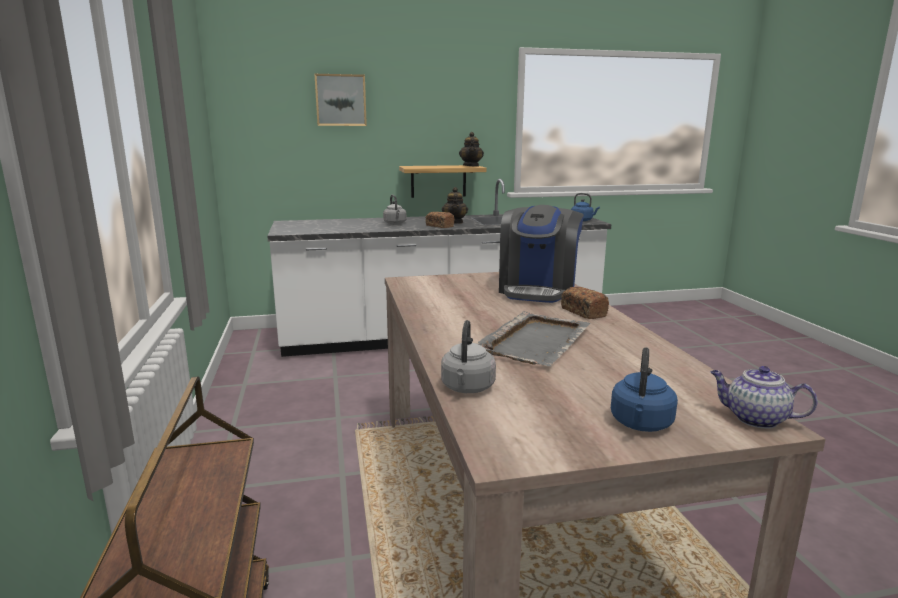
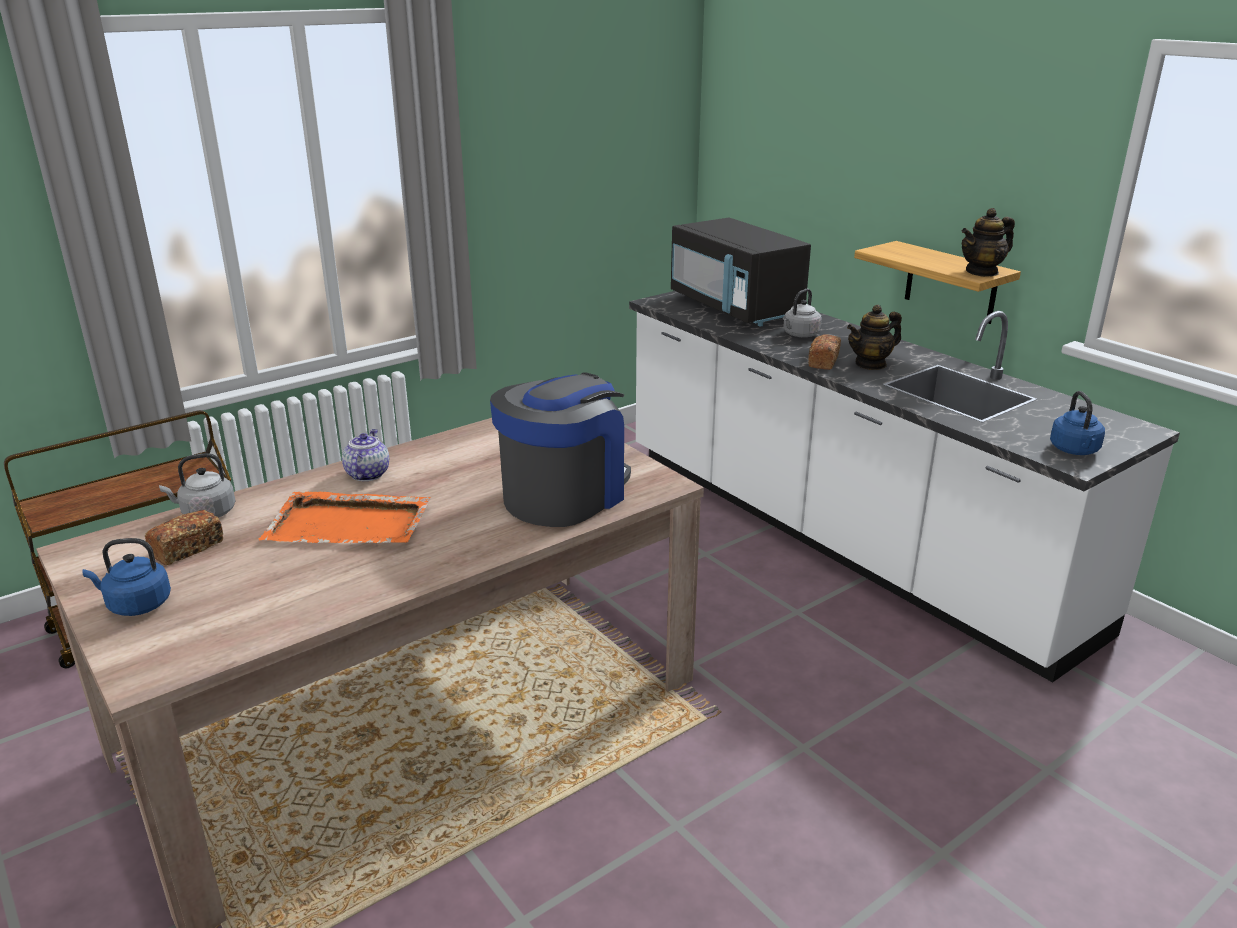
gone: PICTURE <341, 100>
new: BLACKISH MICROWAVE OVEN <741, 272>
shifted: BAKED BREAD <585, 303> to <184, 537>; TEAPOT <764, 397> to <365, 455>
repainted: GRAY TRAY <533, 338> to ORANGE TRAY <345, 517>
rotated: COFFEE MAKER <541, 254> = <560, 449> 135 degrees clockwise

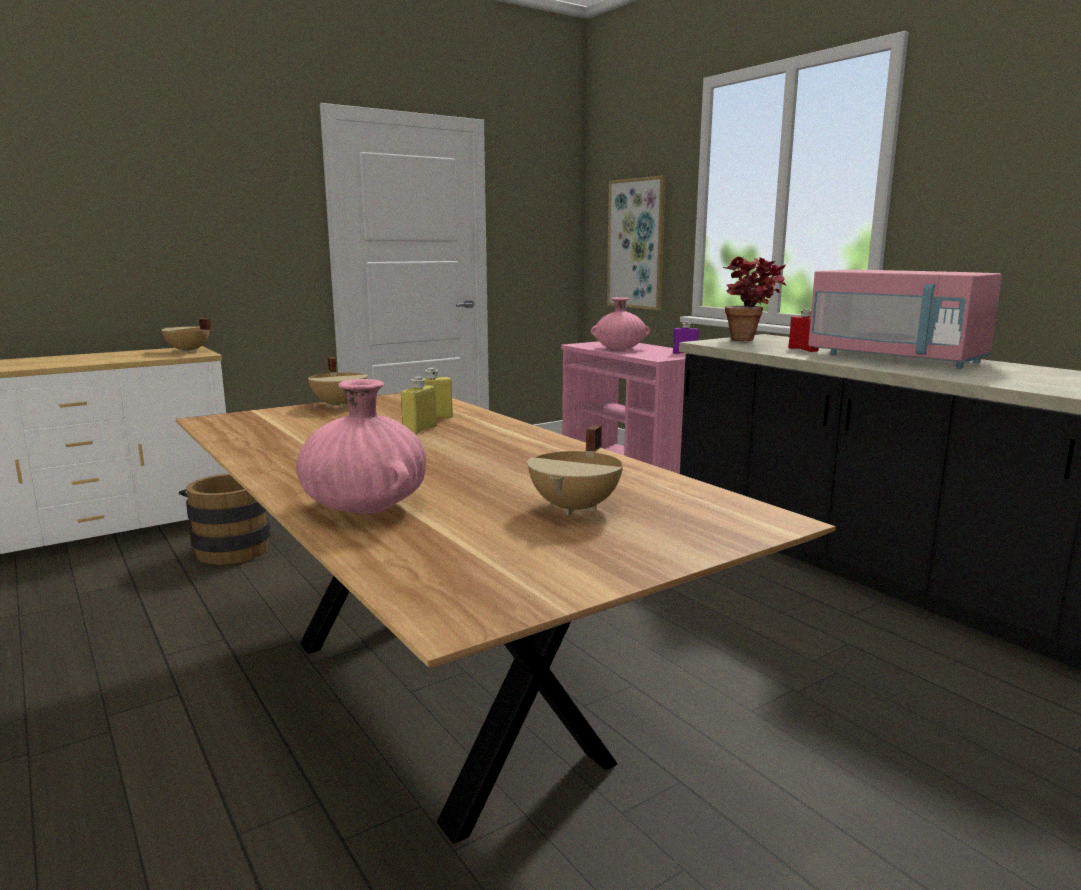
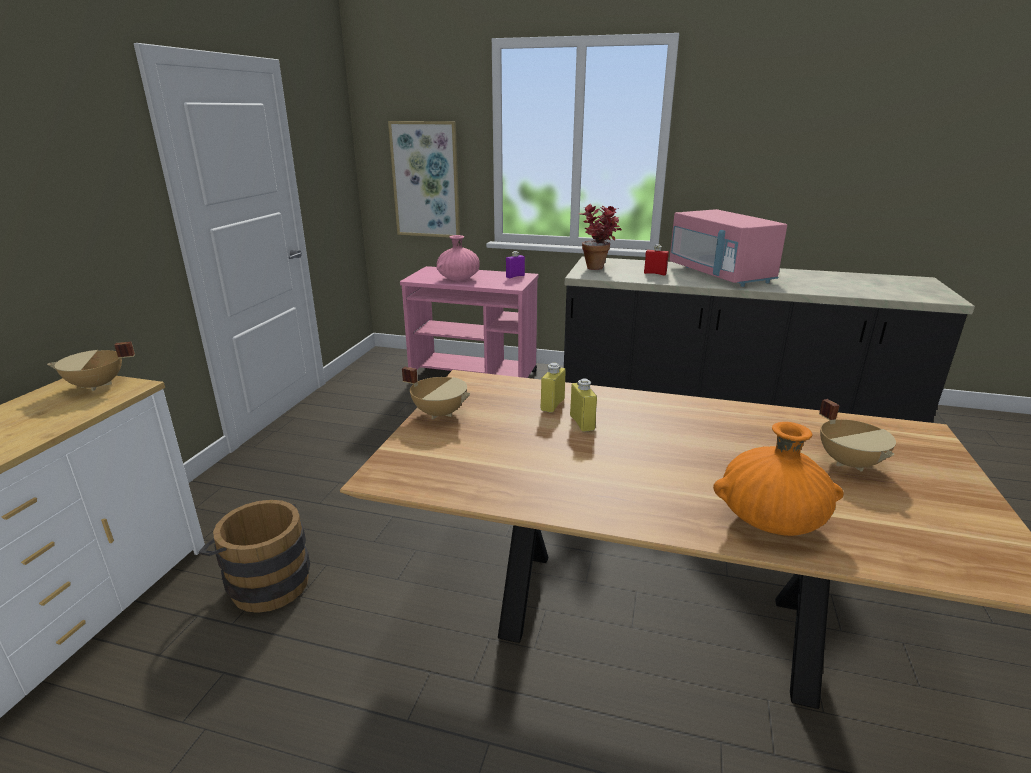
repainted: PINKISH VASE <361, 446> to ORANGE VASE <778, 479>
rotated: PINKISH MICROWAVE OVEN <905, 318> = <728, 248> 60 degrees clockwise

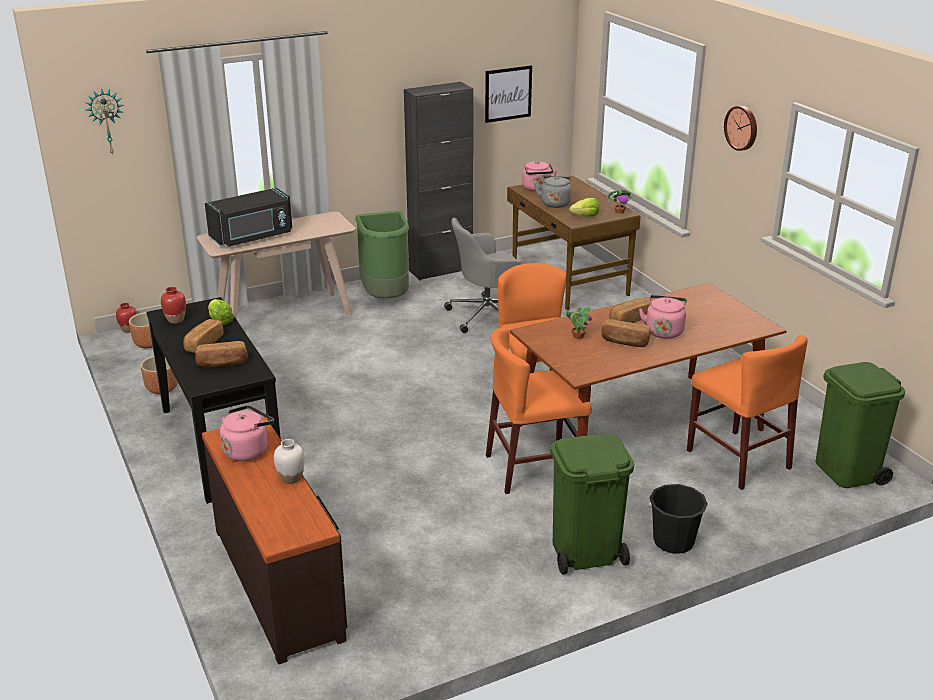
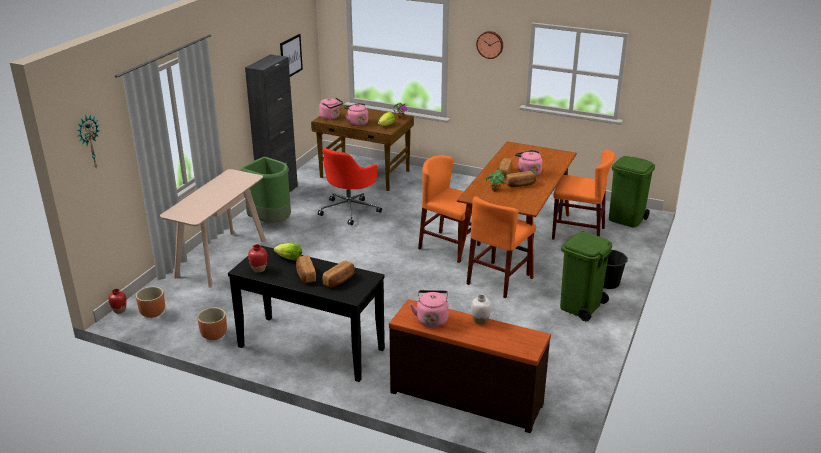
gone: BLACKISH MICROWAVE OVEN <248, 217>
repainted: GRAY DESK CHAIR <482, 275> to RED-COLOURED DESK CHAIR <350, 186>; GRAY TEA KETTLE <553, 192> to PINKISH TEA KETTLE <356, 114>

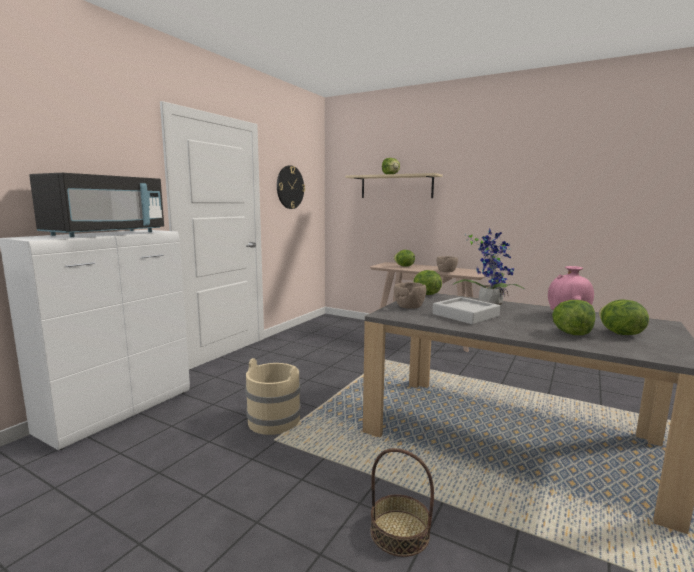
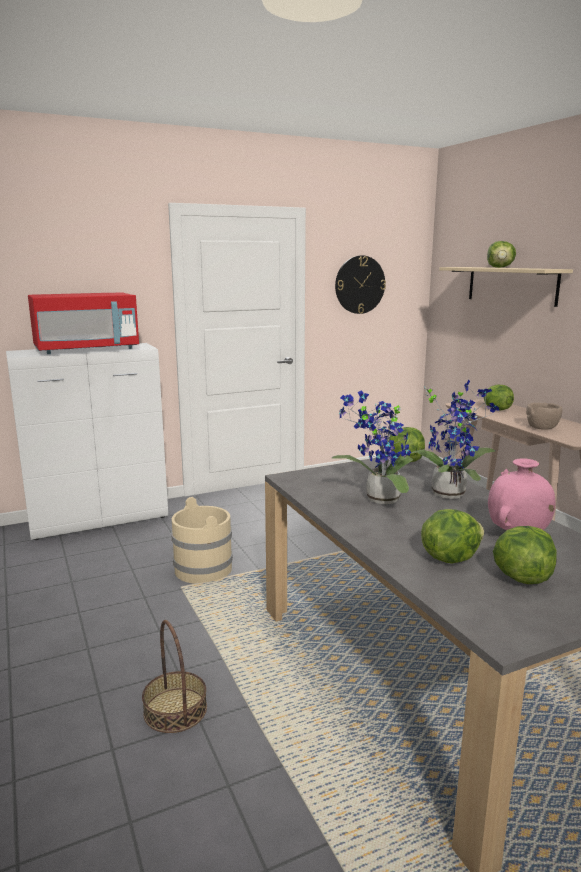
gone: BROWN-COLOURED DEEP DISH <410, 295>
swapped: GRAY TRAY <466, 310> to HOUSEPLANT <372, 447>
repainted: BLACKISH MICROWAVE OVEN <96, 205> to RED-COLOURED MICROWAVE OVEN <83, 323>

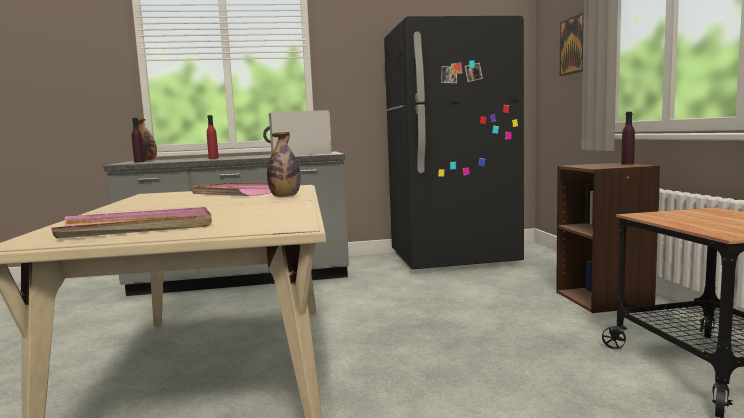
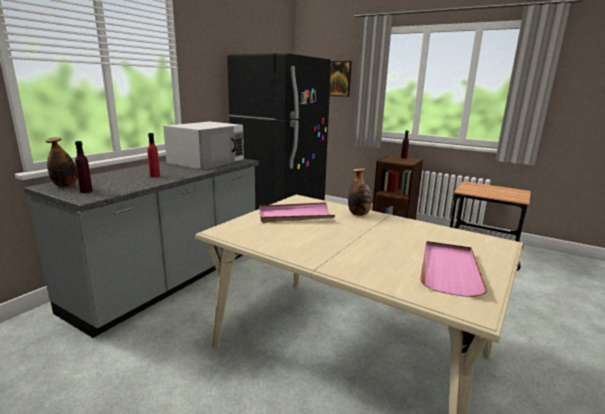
rotated: WHITISH MICROWAVE OVEN <297, 133> = <203, 146> 90 degrees counterclockwise

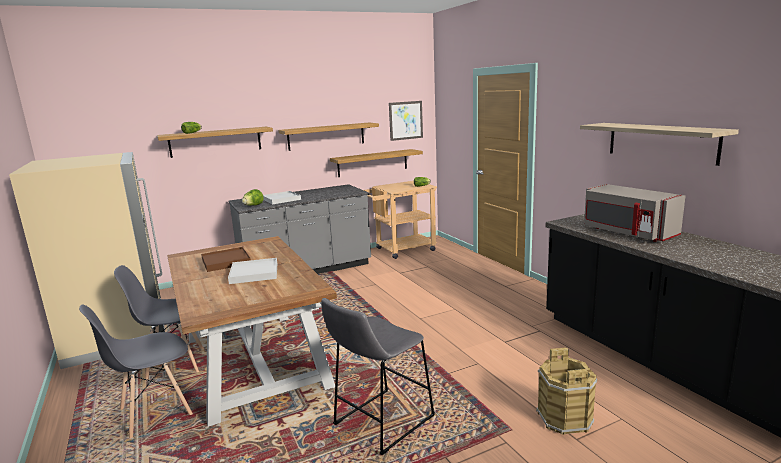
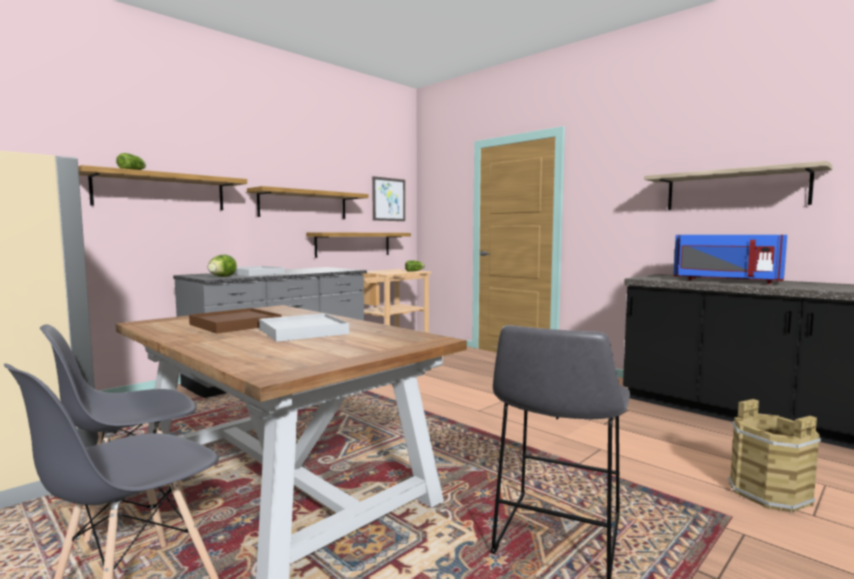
repainted: GRAY MICROWAVE OVEN <635, 213> to BLUE MICROWAVE OVEN <730, 259>

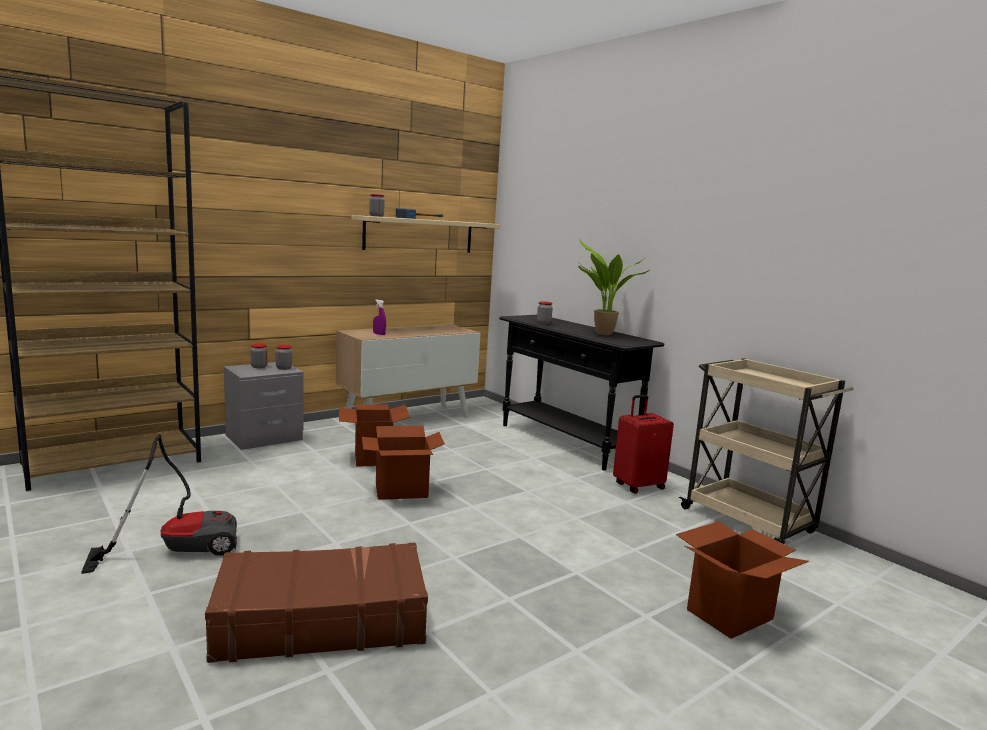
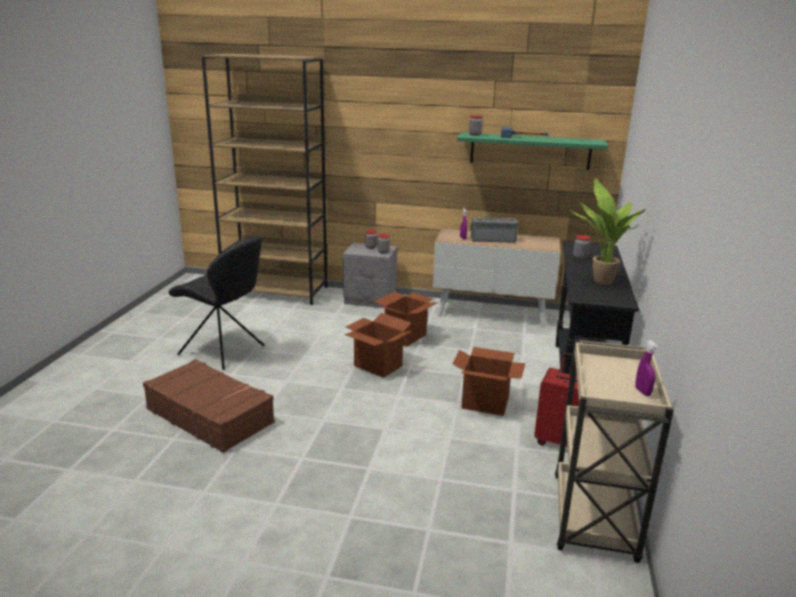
new: RADIO RECEIVER <494, 229>; PURPLE SPRAYER <647, 368>
shifted: CARTON <742, 580> to <489, 381>
swapped: VACUUM CLEANER <159, 504> to BLACKISH UPRIGHT CHAIR <216, 303>
repainted: SAND-COLOURED WALL SHELF <426, 234> to GREEN-COLOURED WALL SHELF <532, 151>

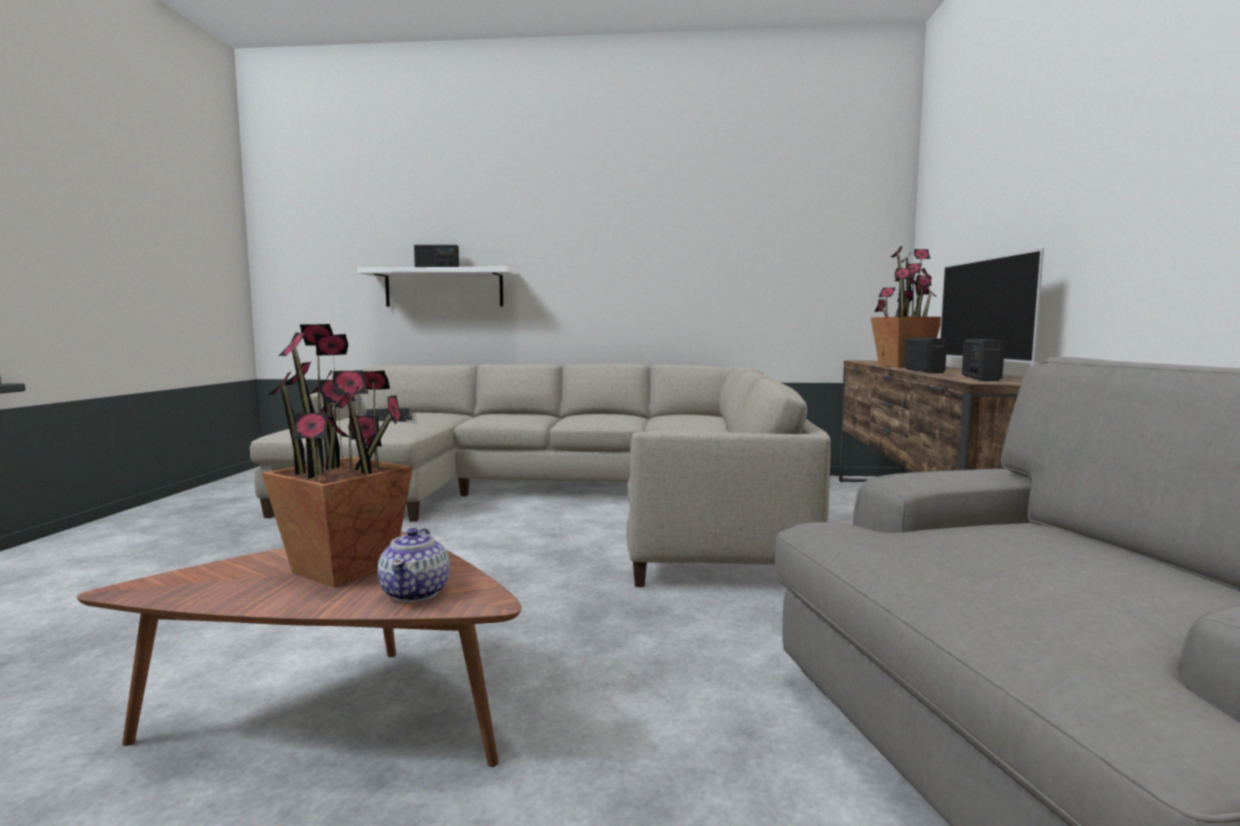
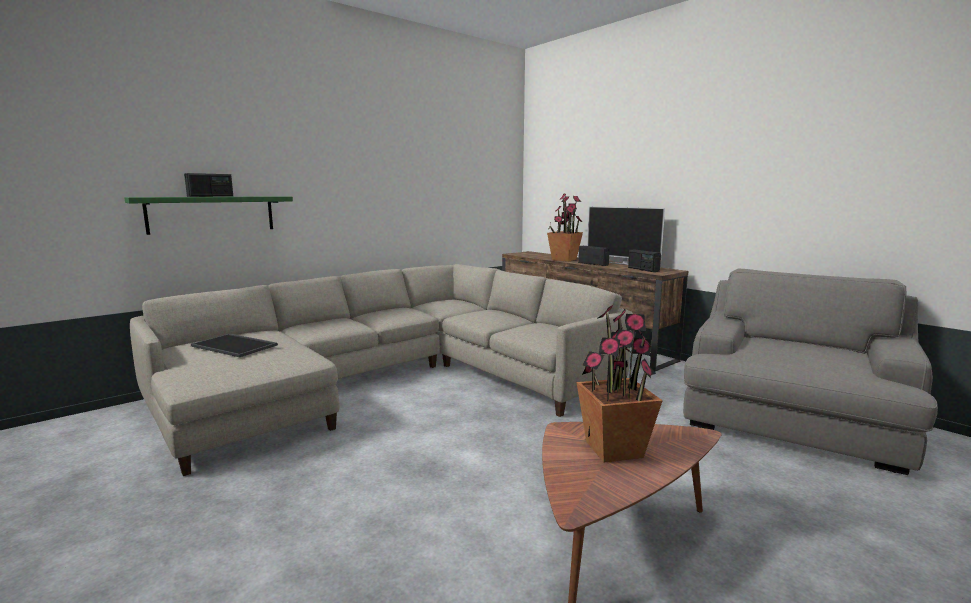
gone: TEAPOT <414, 565>
repainted: WHITISH WALL SHELF <436, 286> to GREEN-COLOURED WALL SHELF <208, 215>

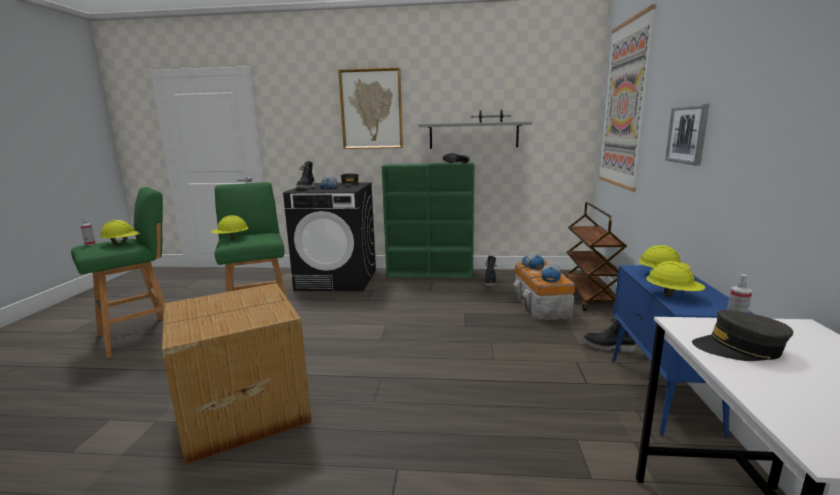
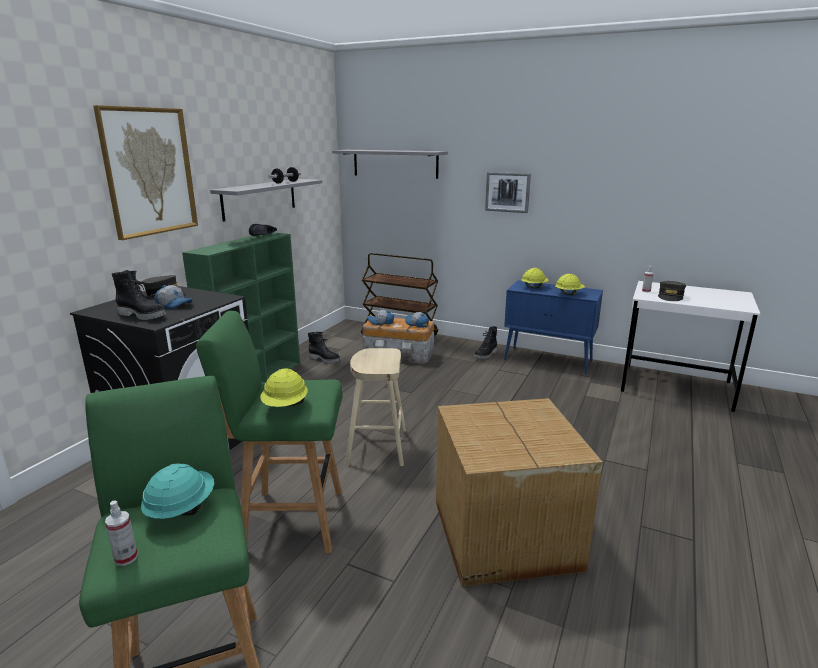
new: SAND-COLOURED SITTING STOOL <375, 407>
swapped: PICTURE <627, 98> to GRAY WALL SHELF <390, 164>
repainted: YELLOW-COLOURED SAFETY HELMET <120, 232> to TURQUOISE-COLOURED SAFETY HELMET <177, 491>

